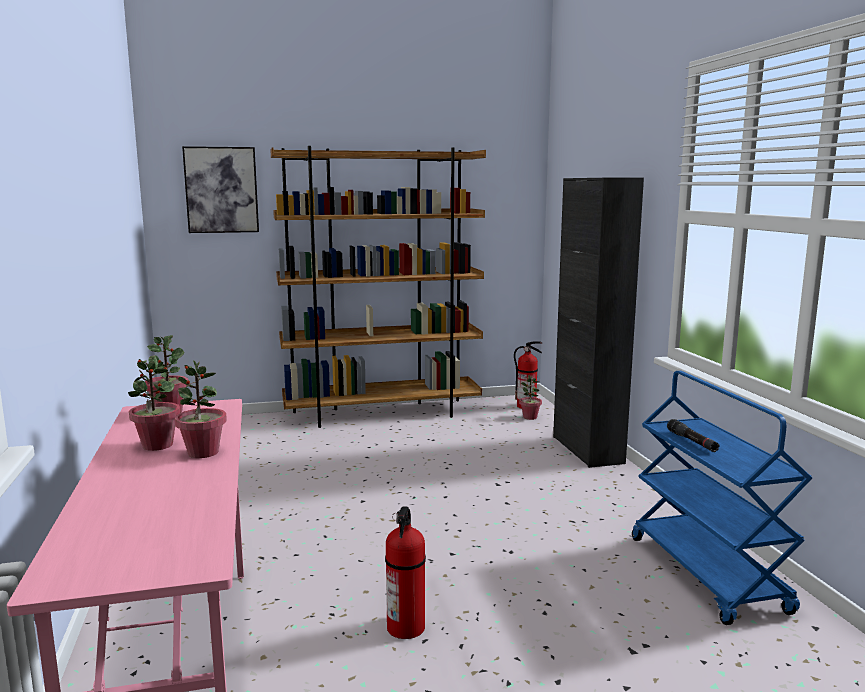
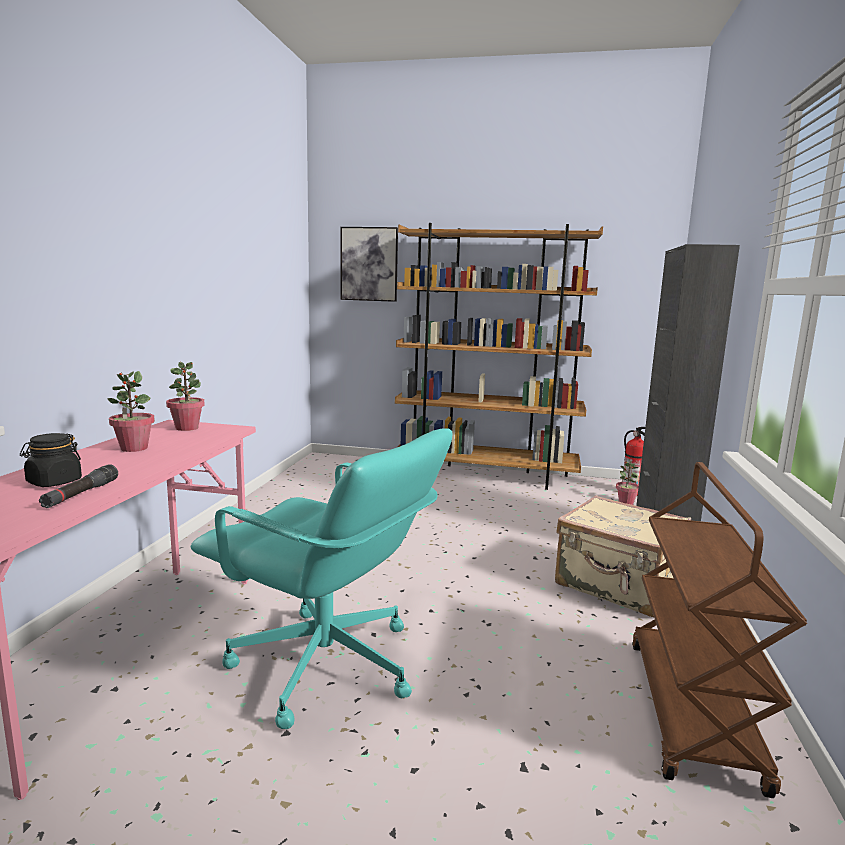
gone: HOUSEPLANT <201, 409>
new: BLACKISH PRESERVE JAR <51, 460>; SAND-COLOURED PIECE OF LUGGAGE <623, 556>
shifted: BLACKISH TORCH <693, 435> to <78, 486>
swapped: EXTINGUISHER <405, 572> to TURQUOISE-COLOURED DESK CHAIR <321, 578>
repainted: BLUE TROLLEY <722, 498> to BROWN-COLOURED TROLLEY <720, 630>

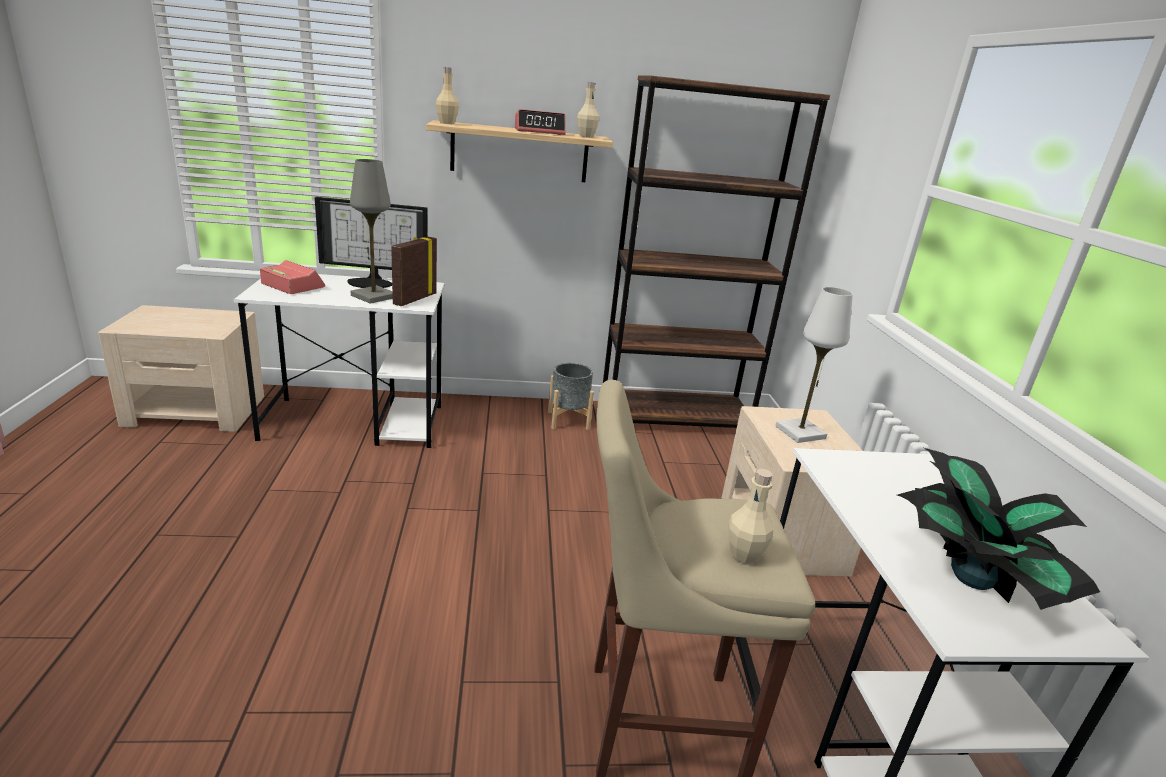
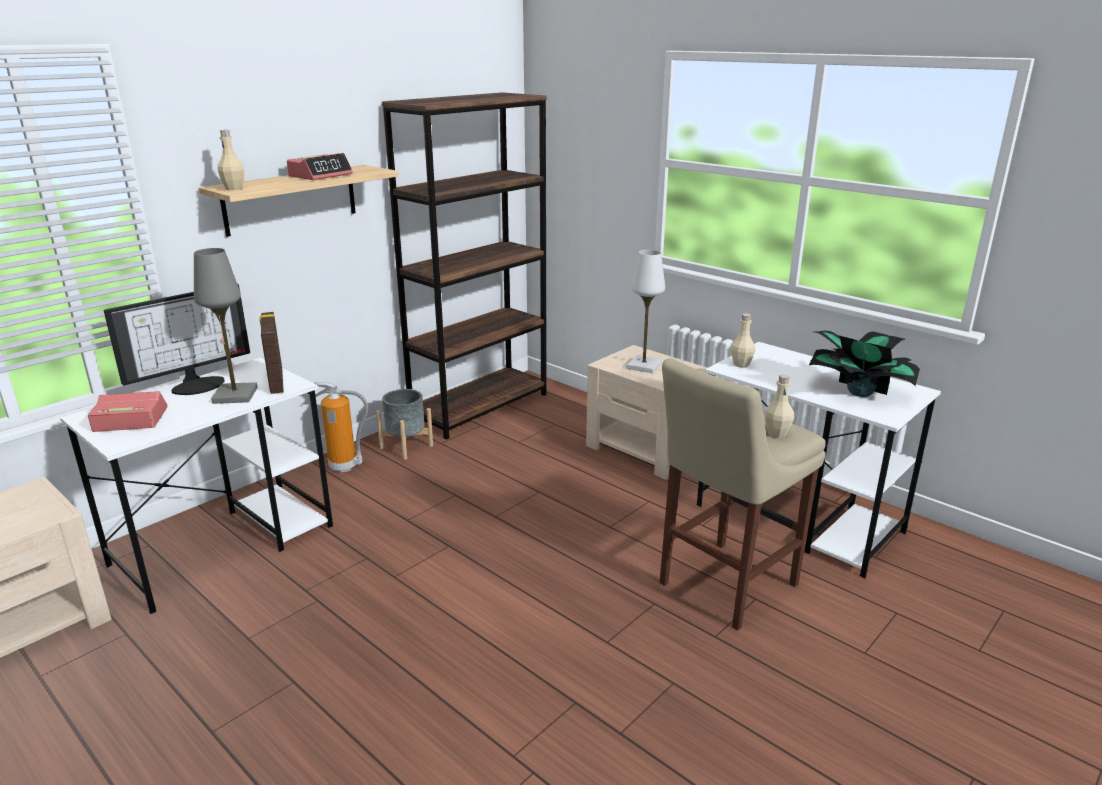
new: EXTINGUISHER <341, 427>
shifted: SAND-COLOURED BOTTLE <588, 110> to <743, 340>

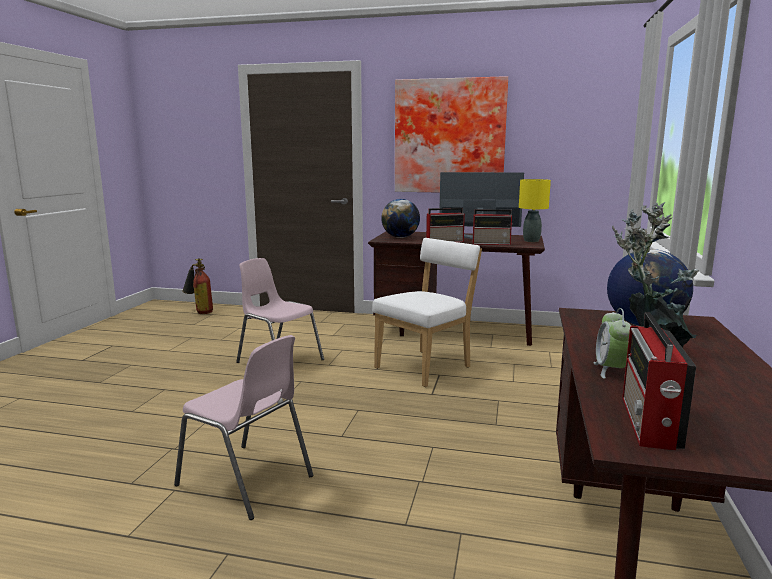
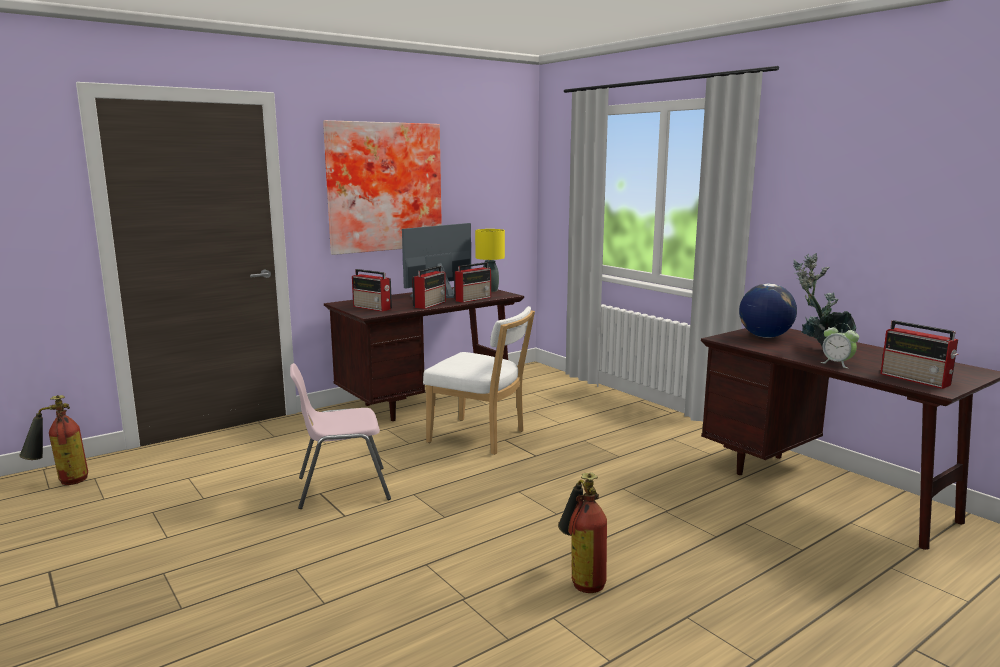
swapped: PINKISH UPRIGHT CHAIR <243, 427> to EXTINGUISHER <582, 533>; WORLD GLOBE <400, 218> to RADIO RECEIVER <372, 290>
rotated: WHITISH UPRIGHT CHAIR <427, 312> = <479, 380> 120 degrees clockwise

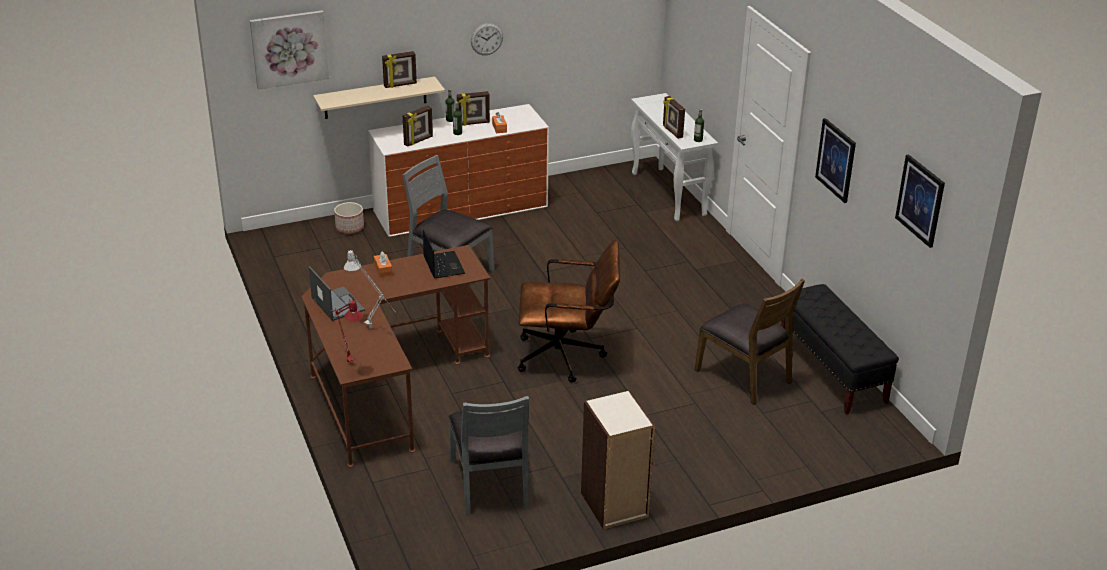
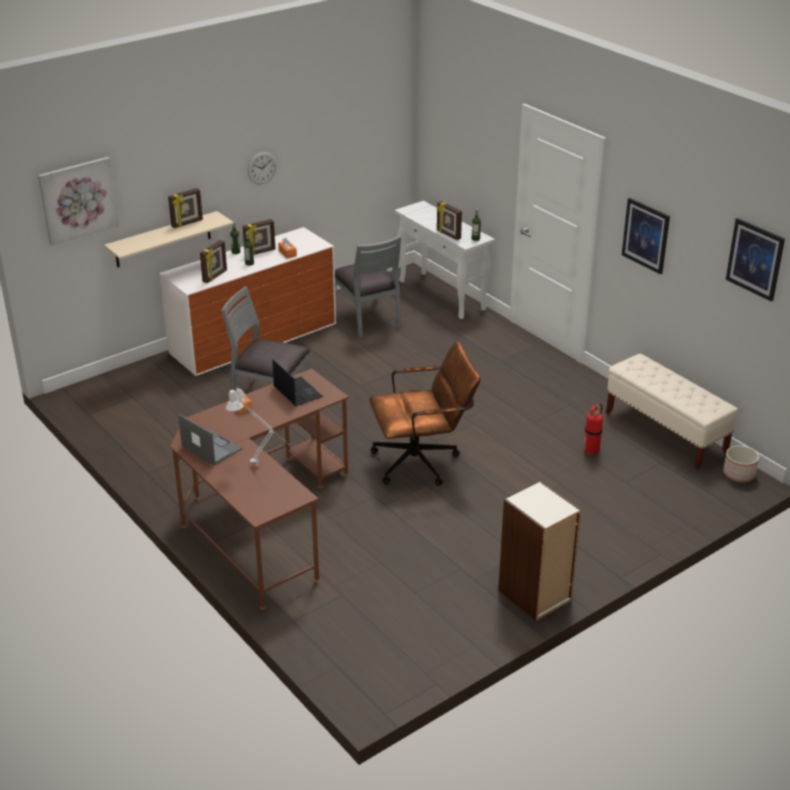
gone: RED-COLOURED LAMP FOR A TABLE <346, 330>
shifted: PLANTER <349, 218> to <741, 463>; GRAY UPRIGHT CHAIR <488, 456> to <368, 287>
swapped: BROWN-COLOURED UPRIGHT CHAIR <750, 341> to EXTINGUISHER <593, 429>
repainted: BLACKISH BENCH <840, 349> to SAND-COLOURED BENCH <672, 412>

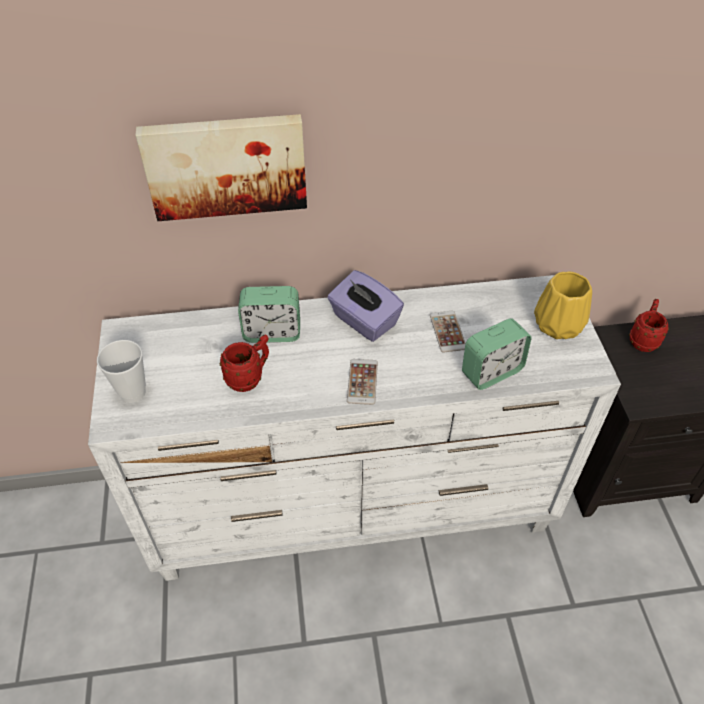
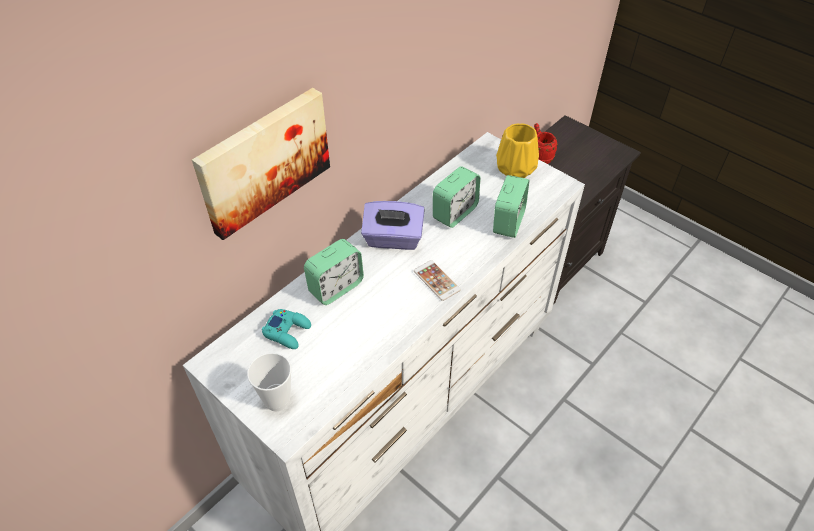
gone: RED-COLOURED COFFEE MUG <244, 363>
new: TURQUOISE-COLOURED GAMEPAD <286, 329>
swapped: TELEPHONE <448, 332> to TABLE CLOCK <456, 197>

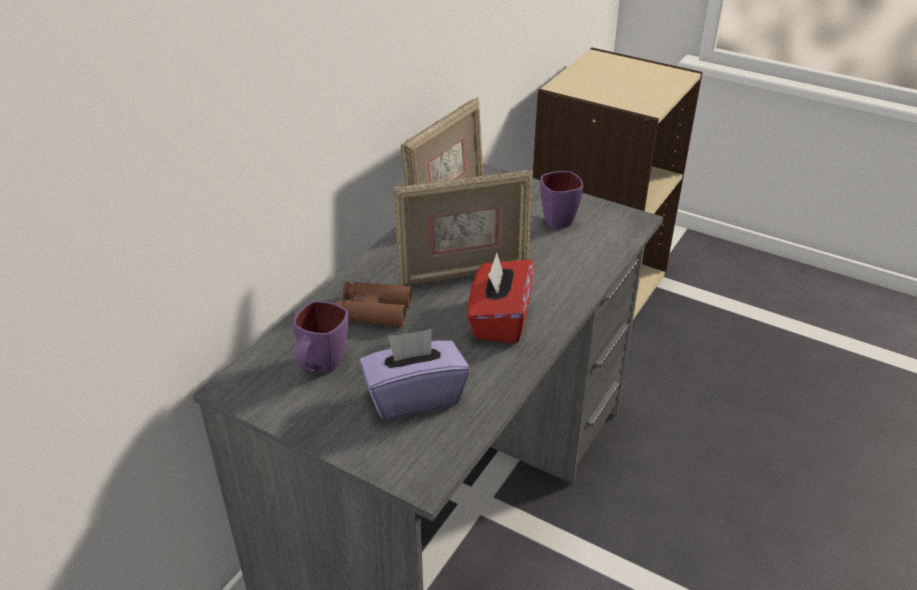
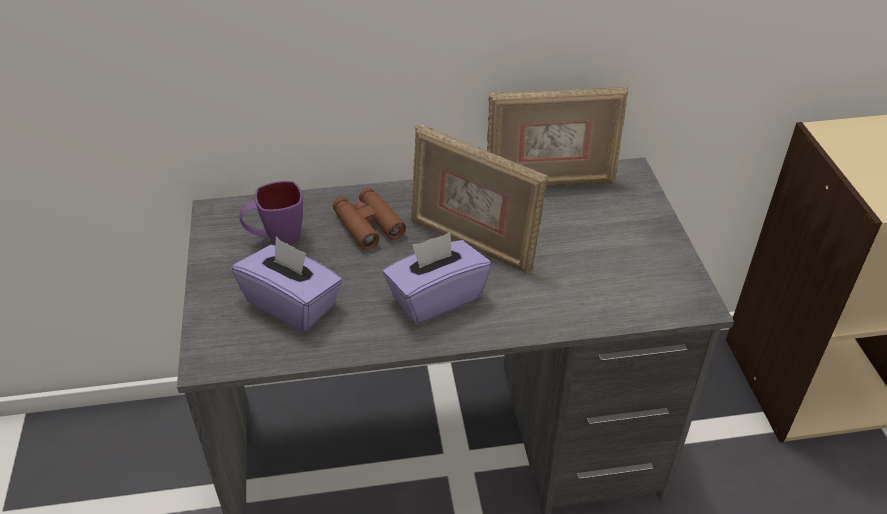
gone: PURPLE COFFEE MUG <561, 200>
repainted: RED-COLOURED TISSUE HOLDER <500, 298> to PURPLE TISSUE HOLDER <437, 278>

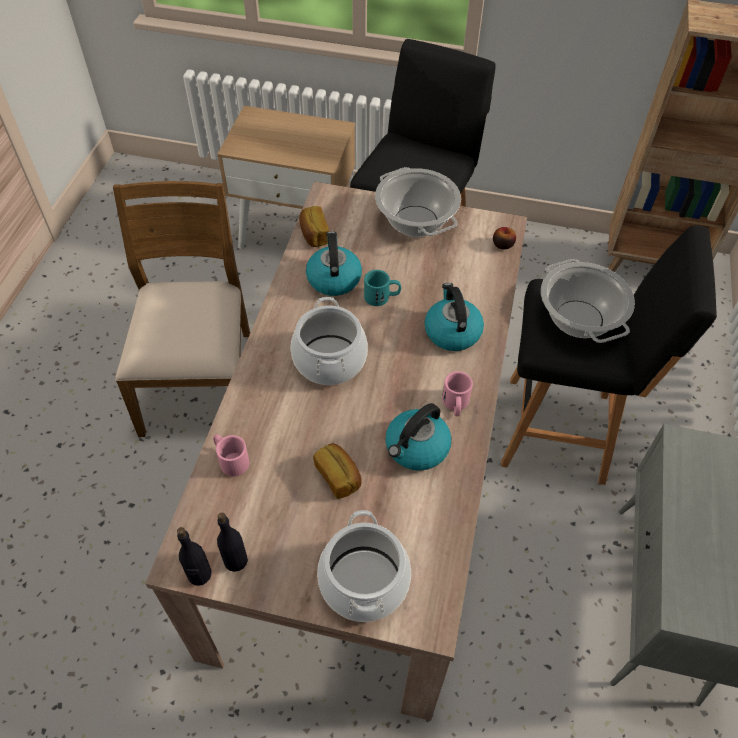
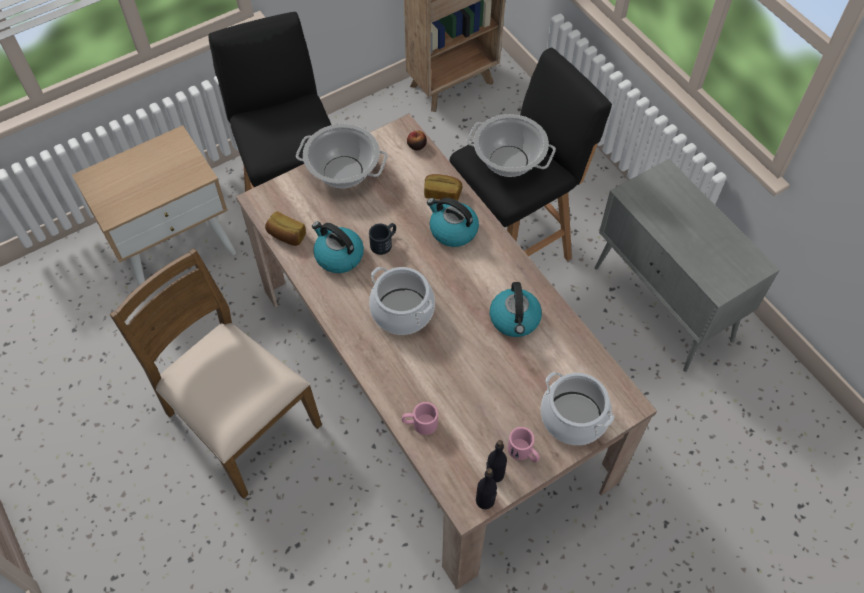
shifted: BAKED BREAD <337, 471> to <443, 187>; PINKISH COFFEE MUG <457, 393> to <524, 445>
repainted: TURQUOISE-COLOURED COFFEE MUG <382, 288> to BLACKISH COFFEE MUG <382, 239>

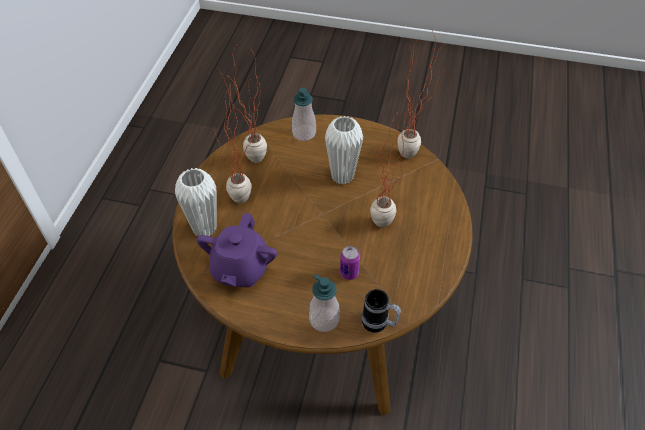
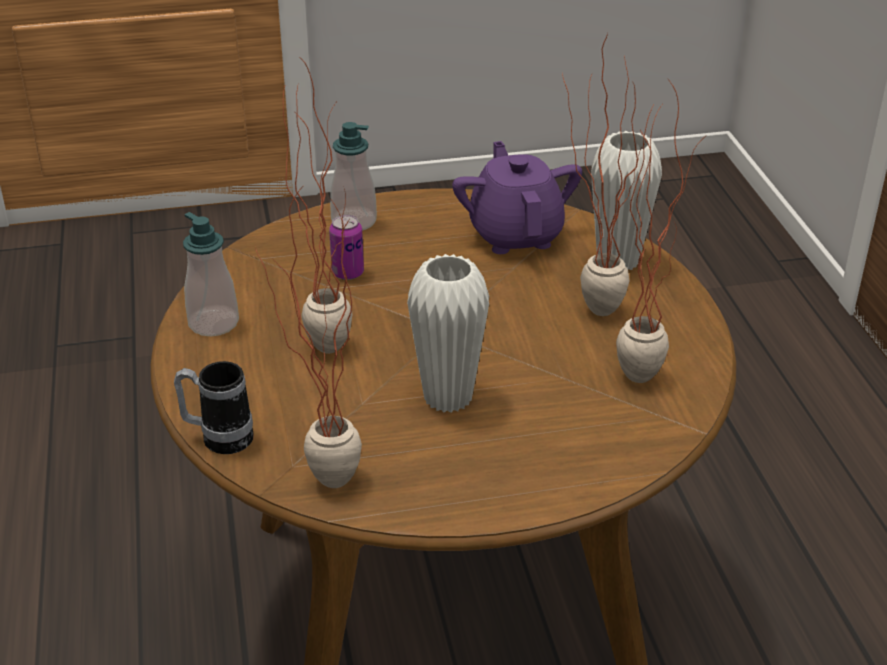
shifted: SOAP DISPENSER <304, 114> to <211, 274>; COFFEE MUG <381, 311> to <214, 407>

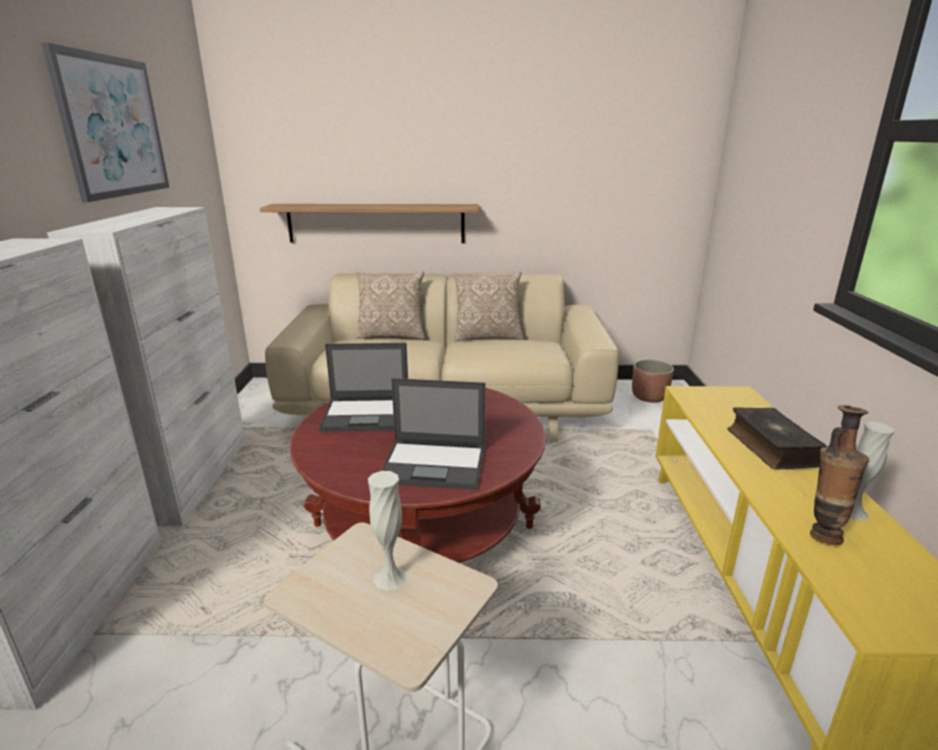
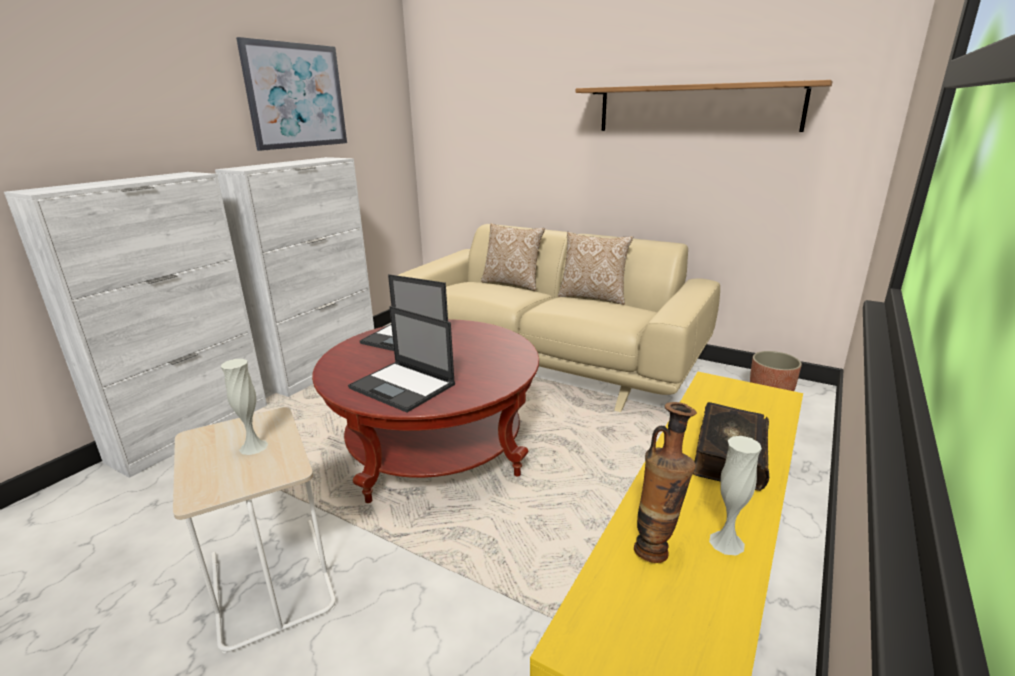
shifted: WALL SHELF <369, 223> to <704, 106>

